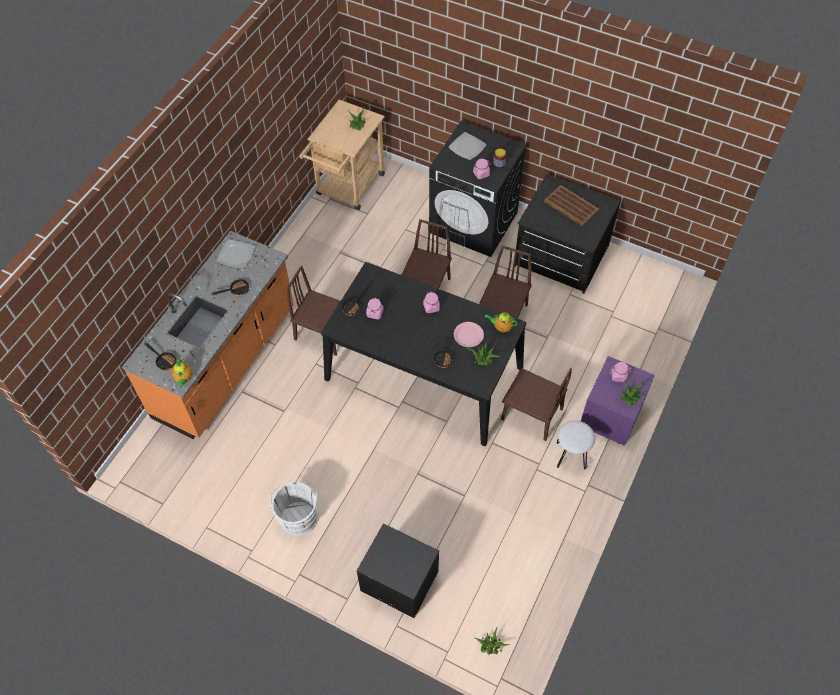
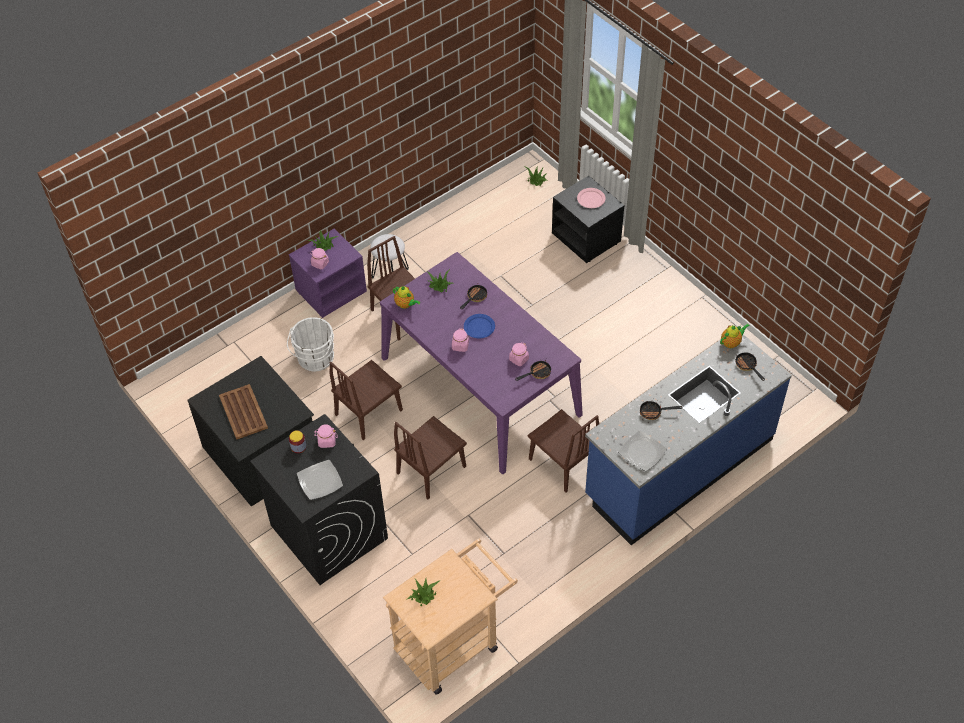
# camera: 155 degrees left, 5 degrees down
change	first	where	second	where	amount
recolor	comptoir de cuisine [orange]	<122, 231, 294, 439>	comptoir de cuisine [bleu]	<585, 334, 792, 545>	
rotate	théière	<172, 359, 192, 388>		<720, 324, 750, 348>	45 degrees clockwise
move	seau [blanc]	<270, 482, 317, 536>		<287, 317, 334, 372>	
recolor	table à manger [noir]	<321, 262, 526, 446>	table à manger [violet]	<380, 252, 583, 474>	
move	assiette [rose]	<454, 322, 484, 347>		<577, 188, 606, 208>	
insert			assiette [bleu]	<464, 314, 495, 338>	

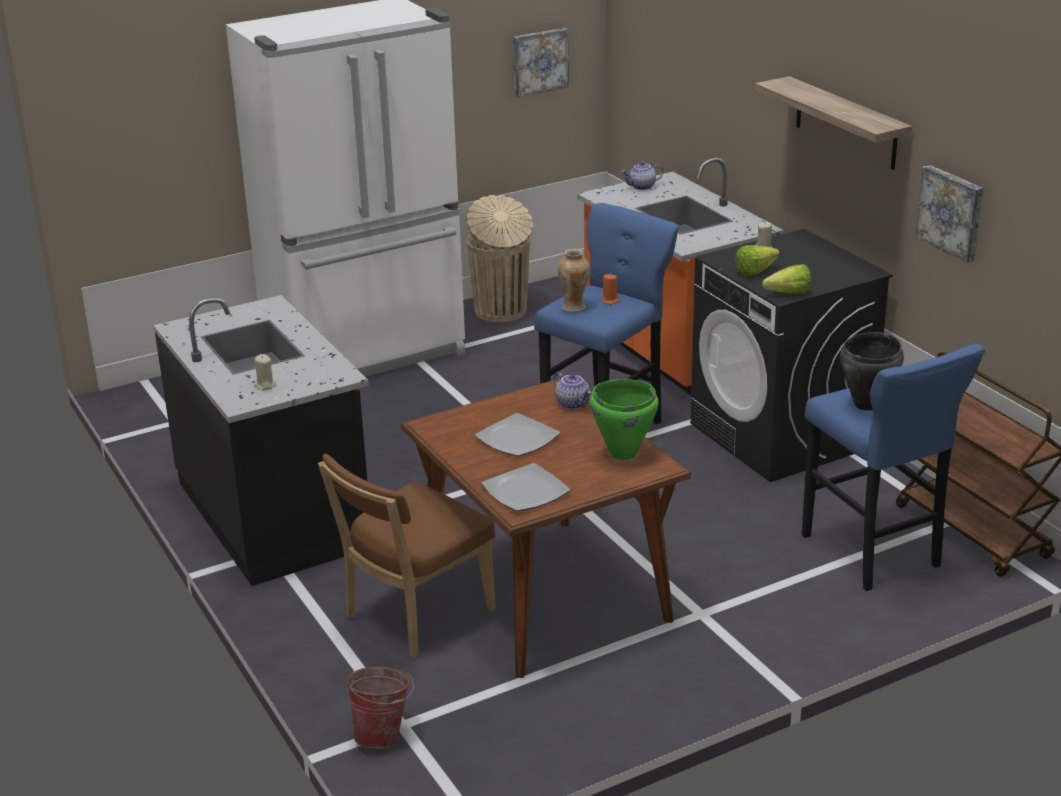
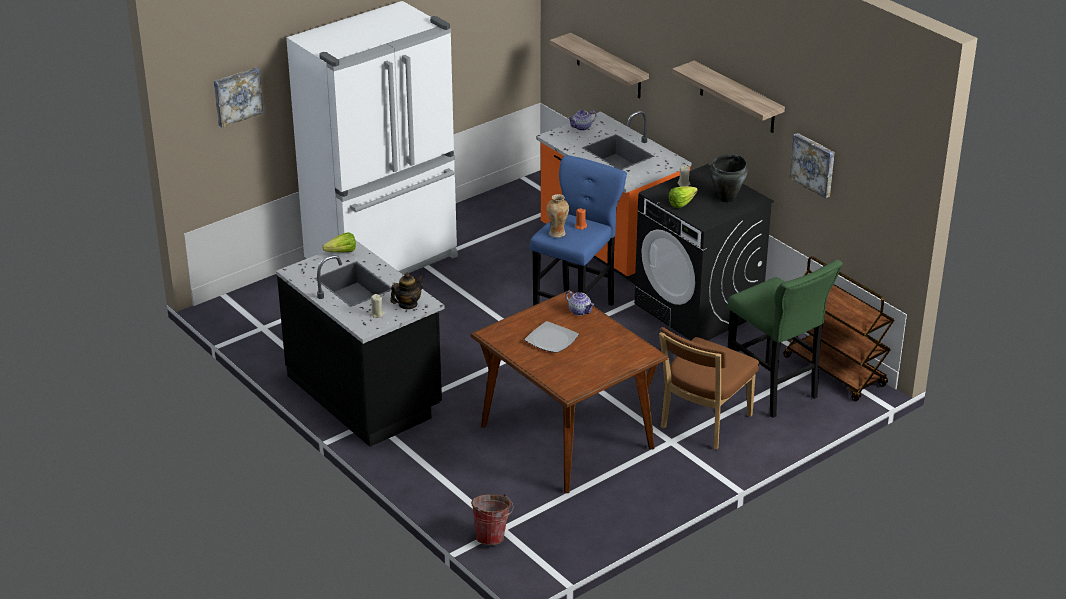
# camera: 10 degrees left, 5 degrees up
change	first	where	second	where	amount
move	chaise [marron]	<318, 454, 496, 657>		<659, 327, 759, 449>	
delete	poubelle [beige]	<466, 195, 533, 322>			
delete	assiette	<481, 463, 571, 511>			
move	tableau	<513, 28, 569, 97>		<214, 68, 263, 128>	
delete	marmite [vert]	<590, 379, 659, 460>			
move	laitue	<762, 264, 811, 294>		<322, 232, 356, 252>	
recolor	tabouret [bleu]	<802, 344, 985, 591>	tabouret [vert]	<727, 260, 843, 418>	
move	marmite [noir]	<840, 332, 904, 411>		<710, 154, 748, 203>	
insert			théière	<390, 273, 424, 309>	
insert			étagère	<550, 33, 649, 99>	

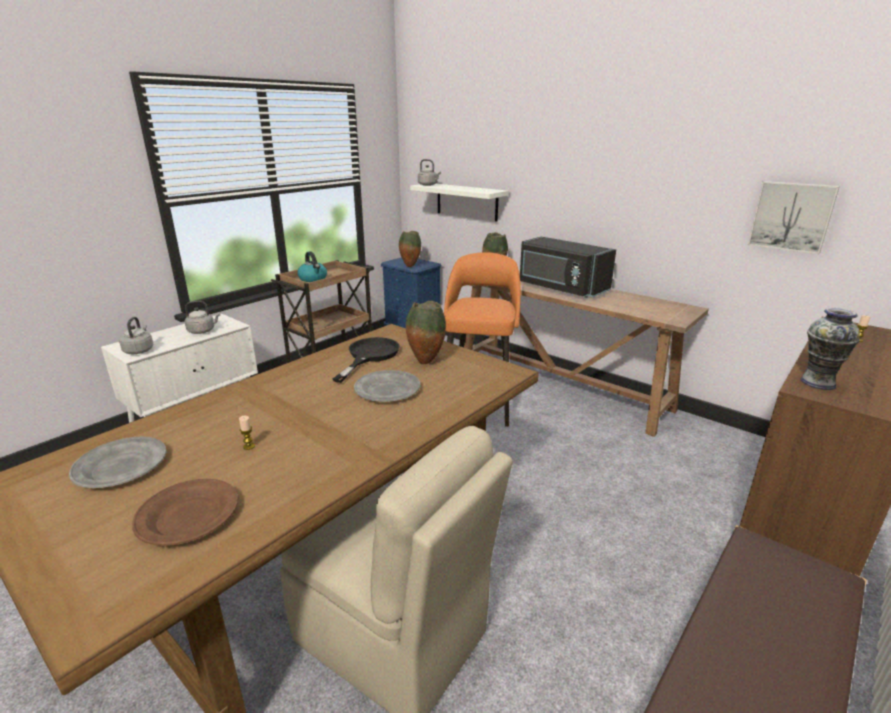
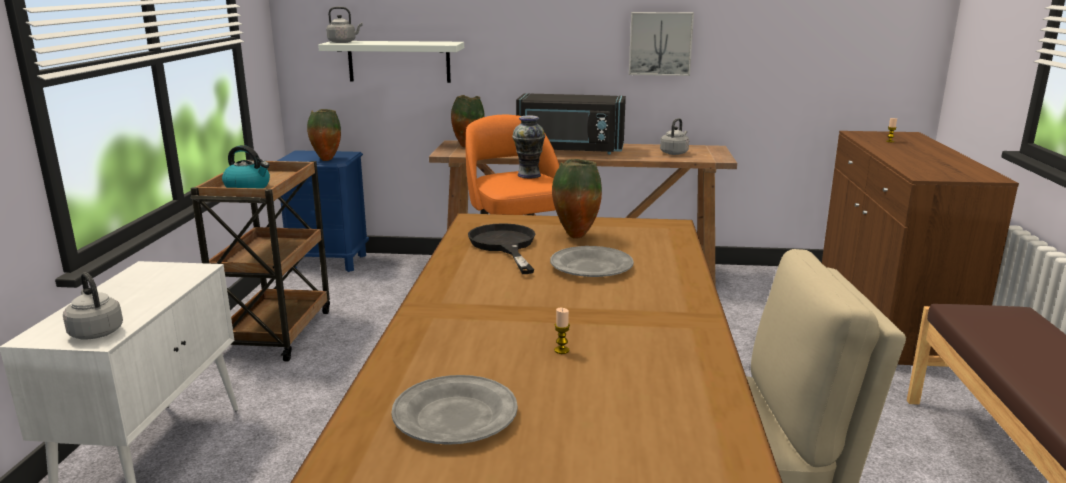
# camera: 35 degrees left, 5 degrees down
change	first	where	second	where	amount
delete	assiette [marron]	<132, 479, 238, 546>			
move	bouilloire [gris]	<185, 301, 220, 334>		<660, 118, 689, 155>	
move	tableau	<748, 181, 840, 254>		<629, 12, 694, 76>	
move	vase	<800, 307, 860, 390>		<512, 115, 545, 178>	

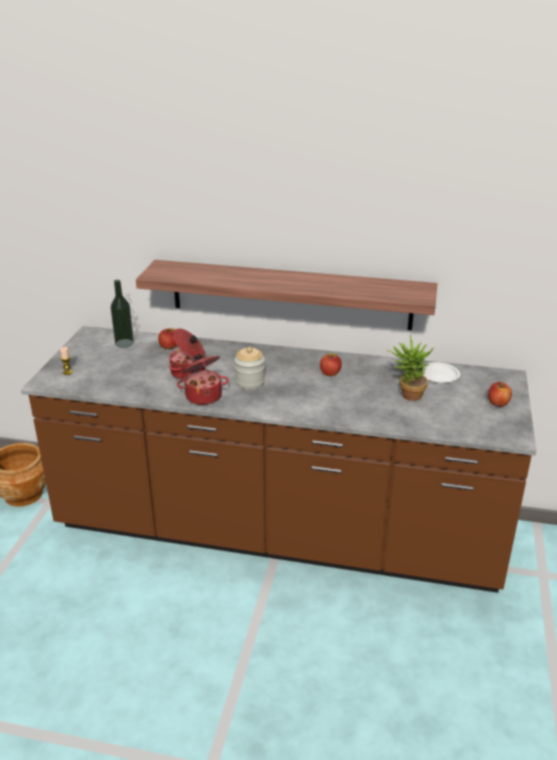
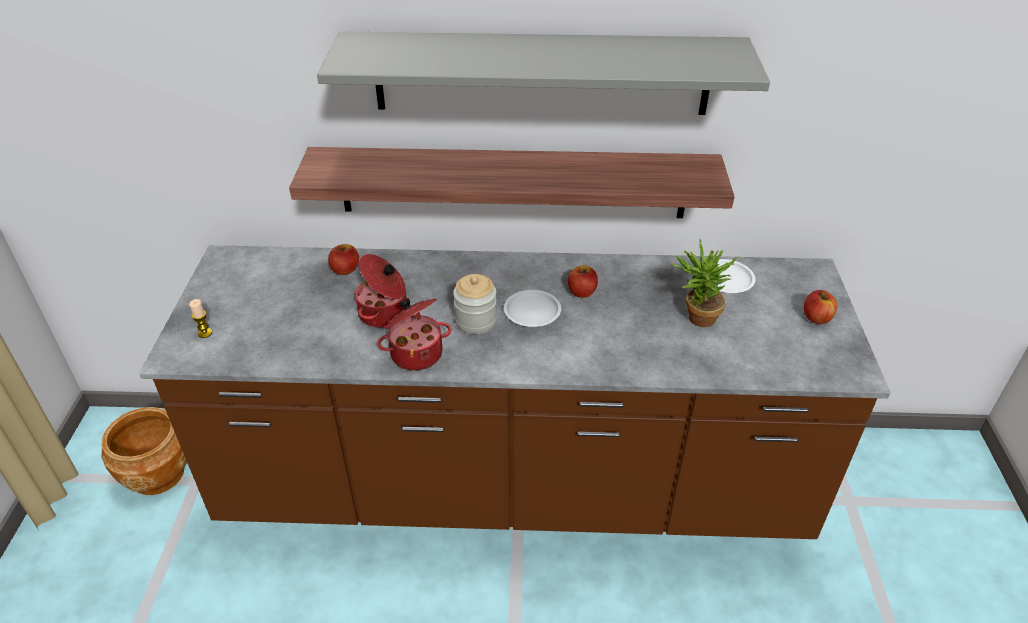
# camera: 10 degrees left, 10 degrees up
change	first	where	second	where	amount
delete	bouteille	<111, 280, 134, 348>			
insert			étagère [gris]	<317, 31, 770, 115>	
insert			assiette [blanc]	<504, 289, 561, 327>	

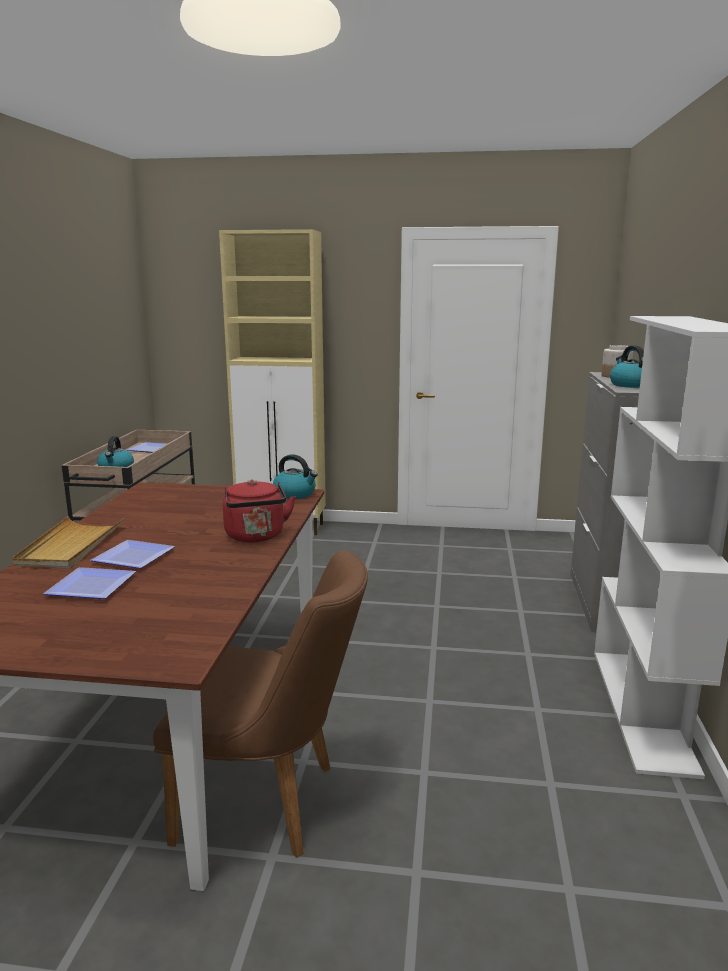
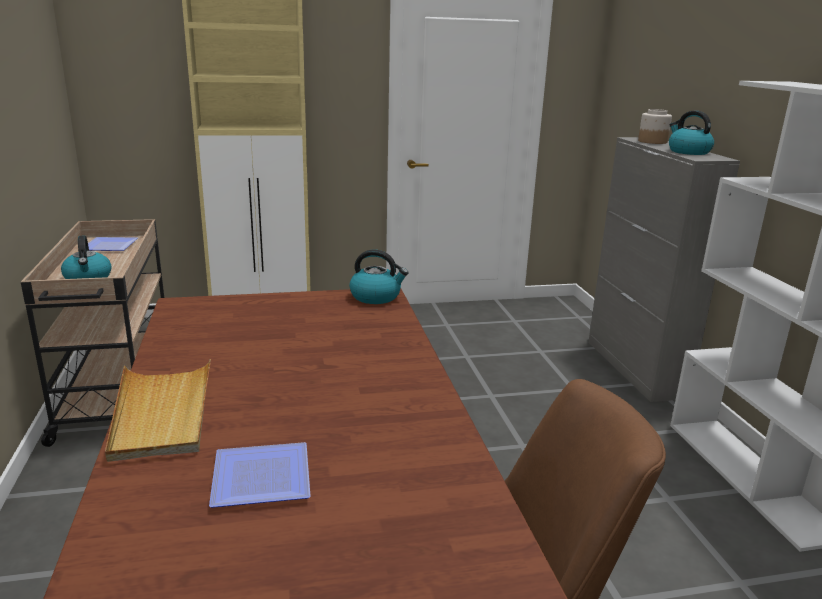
# camera: 20 degrees left, 5 degrees up
change	first	where	second	where	amount
delete	assiette	<90, 540, 175, 569>			
delete	bouilloire [rouge]	<223, 480, 296, 543>			

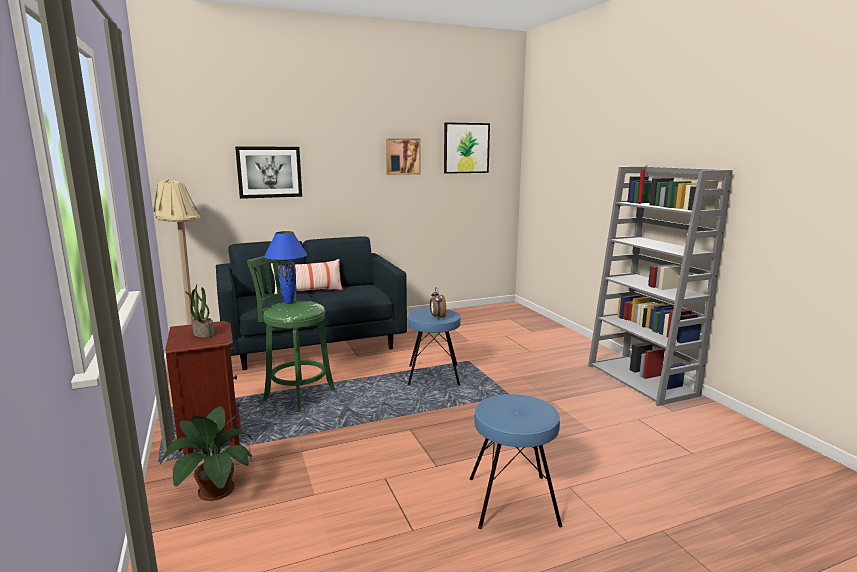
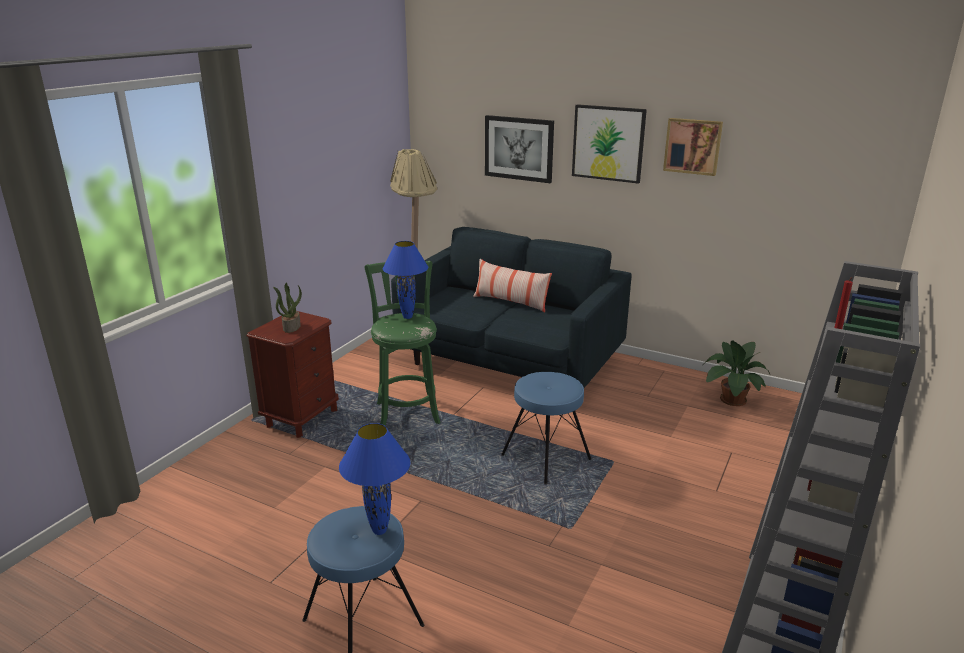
# camera: 50 degrees right, 10 degrees up
change	first	where	second	where	amount
move	plante en pot	<159, 406, 252, 501>		<705, 340, 770, 406>	
delete	réveil	<430, 287, 446, 319>			
move	tableau	<444, 122, 490, 174>		<572, 104, 647, 184>	
insert			lampe de table [bleu]	<339, 423, 410, 535>	

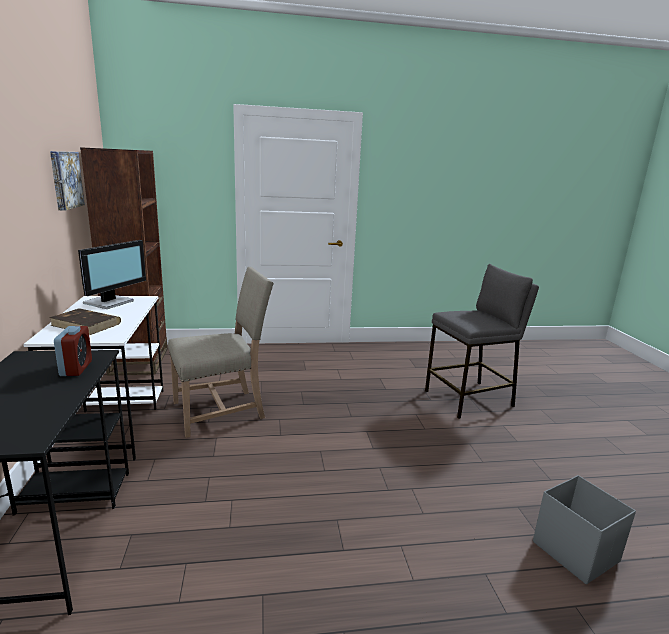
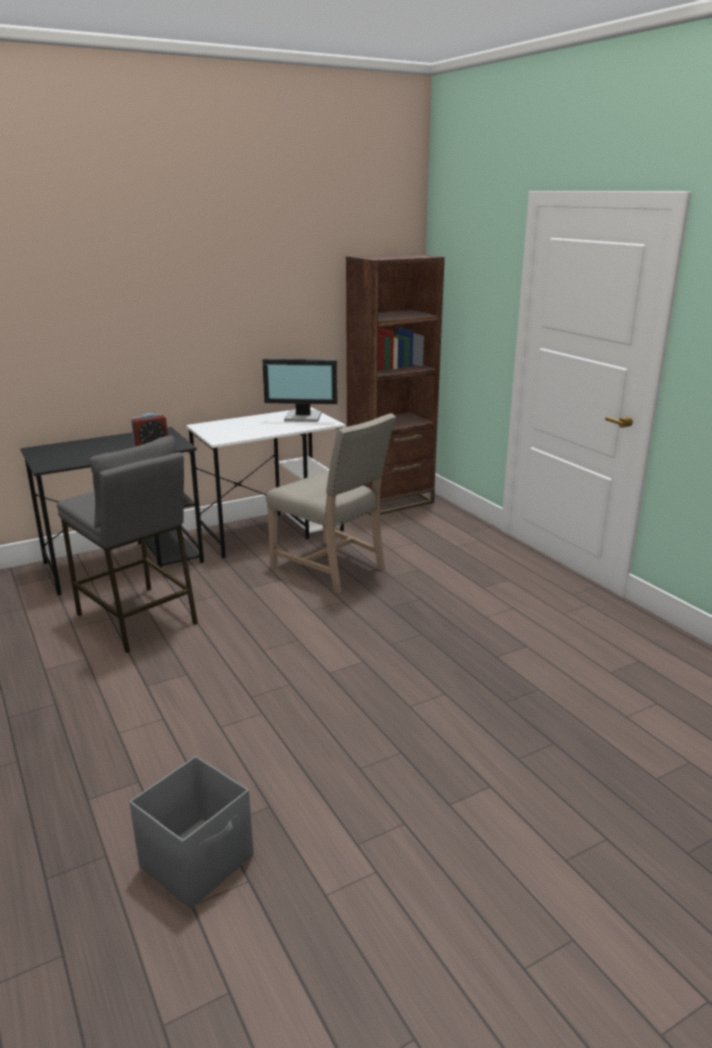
# camera: 70 degrees right, 5 degrees up
change	first	where	second	where	amount
delete	livre [marron]	<49, 308, 121, 335>			
delete	tableau	<50, 151, 85, 211>			
move	tabouret [gris]	<425, 264, 539, 419>		<57, 436, 198, 653>	

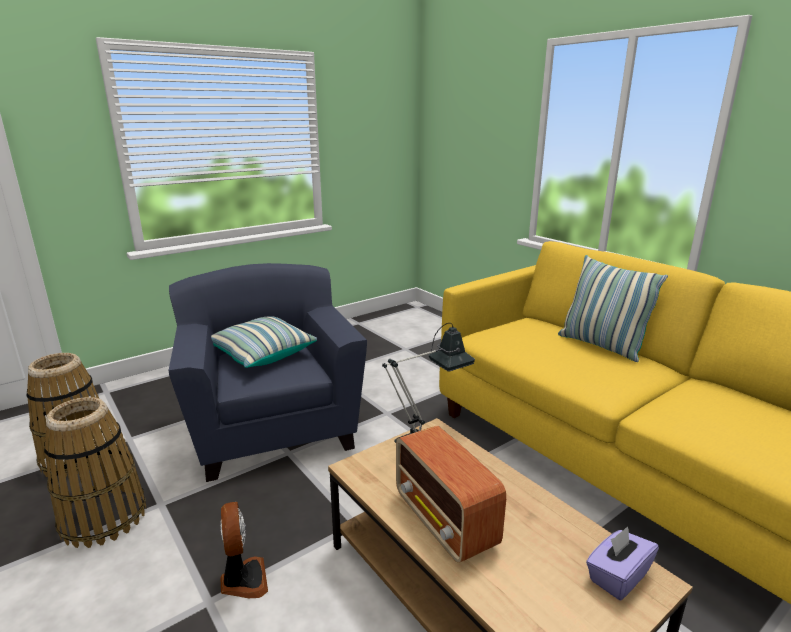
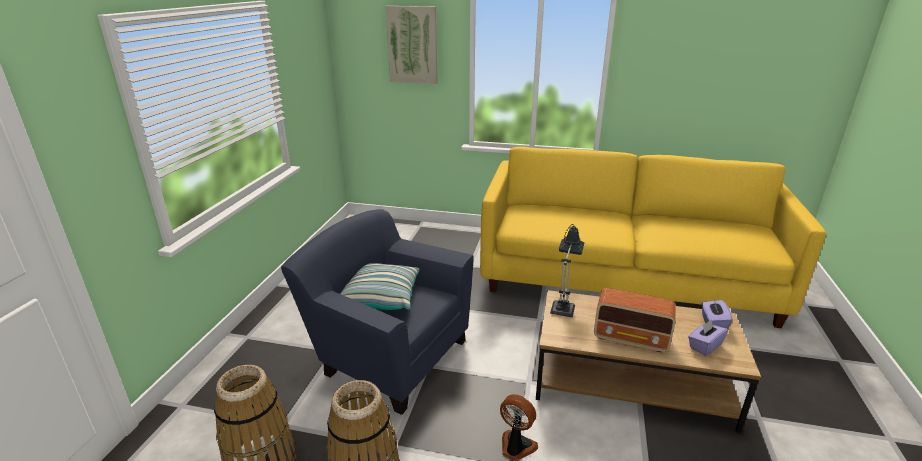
# camera: 40 degrees left, 5 degrees up
change	first	where	second	where	amount
delete	coussin	<558, 255, 668, 362>			
insert			tableau	<386, 6, 438, 84>	
insert			boîte à mouchoirs [violet]	<688, 319, 728, 356>	

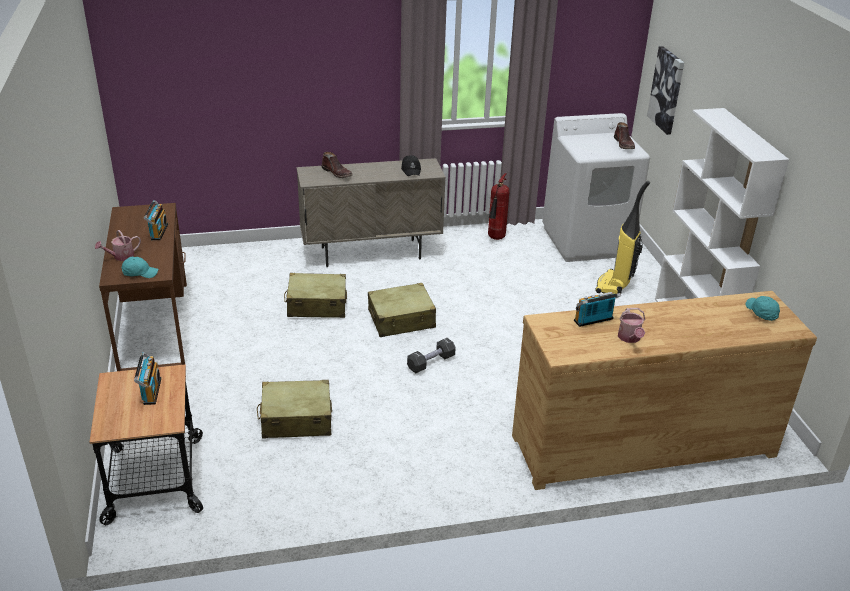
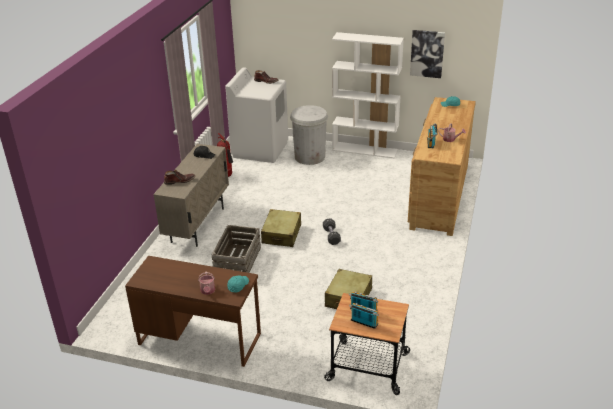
# camera: 60 degrees left, 0 degrees up
change	first	where	second	where	amount
move	radio	<144, 200, 168, 240>		<349, 303, 379, 329>	
replace	valise [beige]	<284, 273, 347, 318>	caisse	<212, 225, 261, 273>	
replace	aspirateur	<595, 180, 650, 294>	poubelle [blanc]	<290, 105, 328, 165>	
move	tableau	<647, 46, 684, 135>		<410, 30, 445, 78>	

